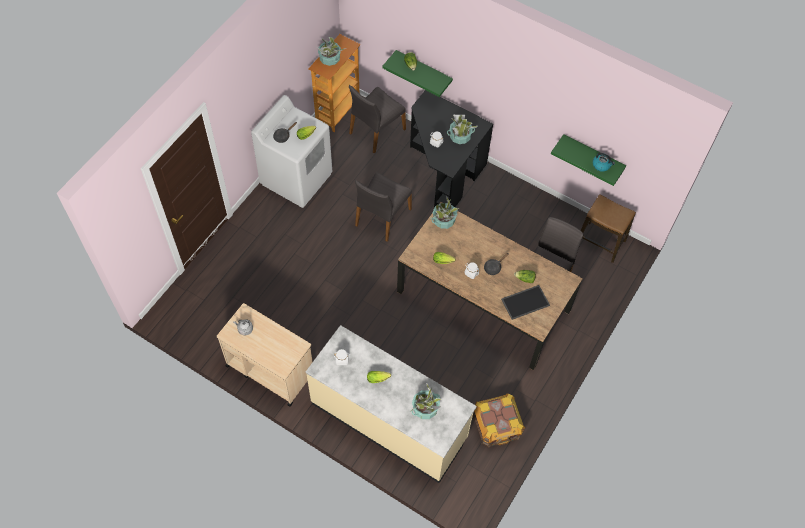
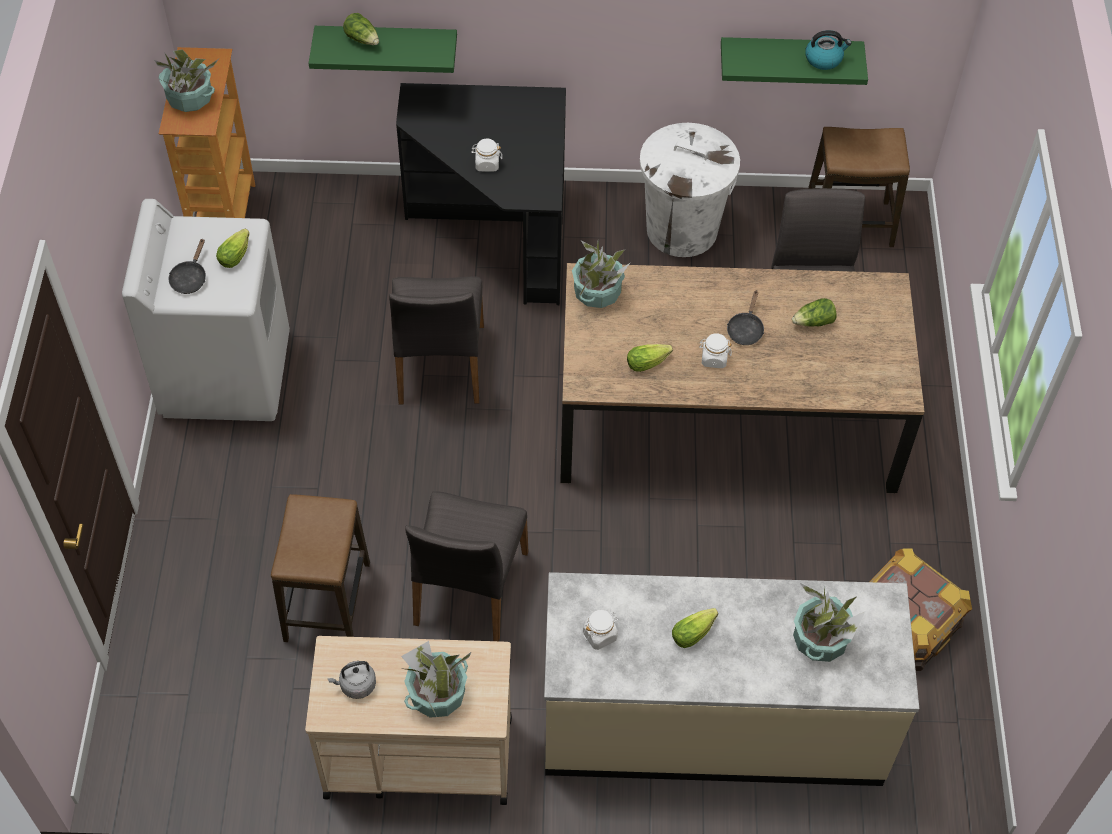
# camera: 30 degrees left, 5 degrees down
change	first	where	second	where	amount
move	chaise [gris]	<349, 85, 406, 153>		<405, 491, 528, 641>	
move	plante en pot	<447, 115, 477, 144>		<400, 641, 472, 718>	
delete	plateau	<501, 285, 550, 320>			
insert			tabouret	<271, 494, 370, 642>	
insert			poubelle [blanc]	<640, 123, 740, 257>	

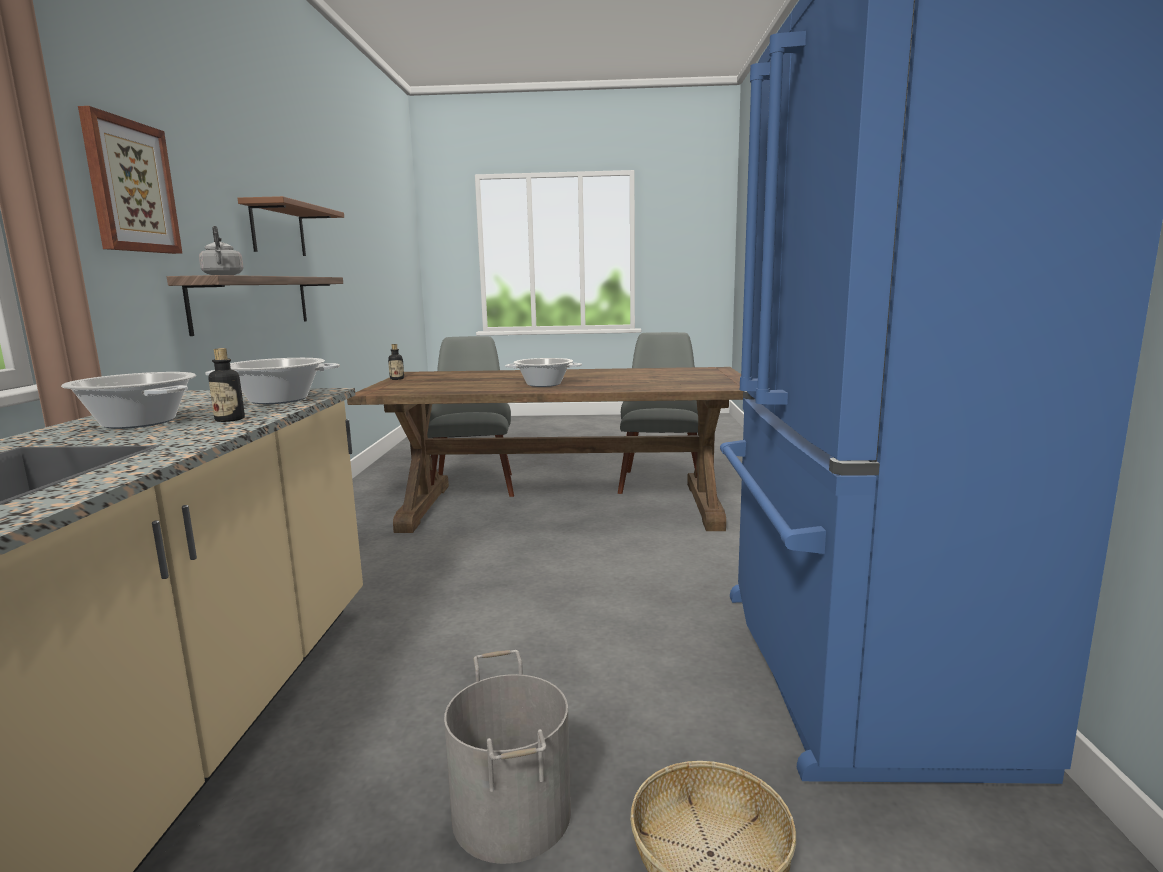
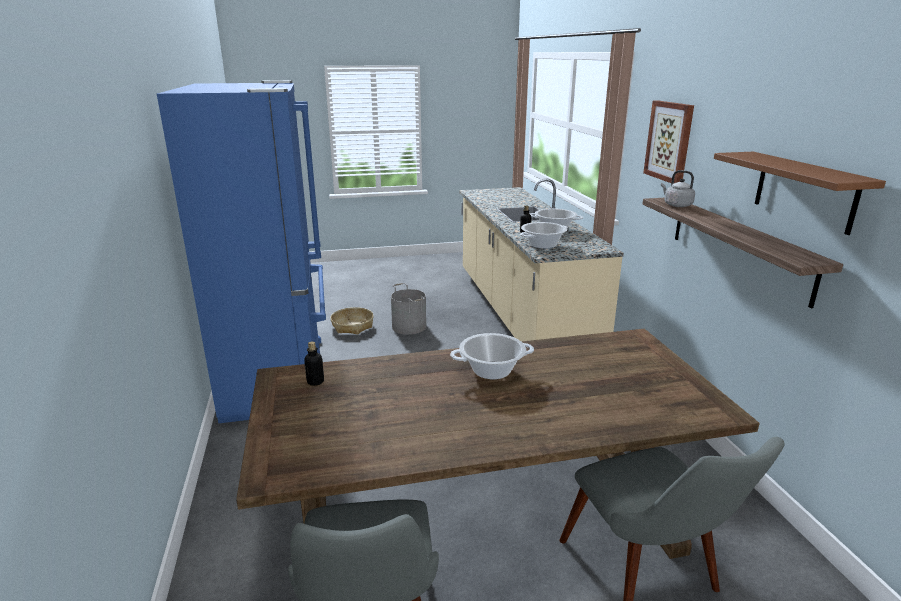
# camera: 165 degrees right, 10 degrees up
change	first	where	second	where	amount
move	bouteille	<388, 344, 404, 380>		<304, 341, 324, 386>	

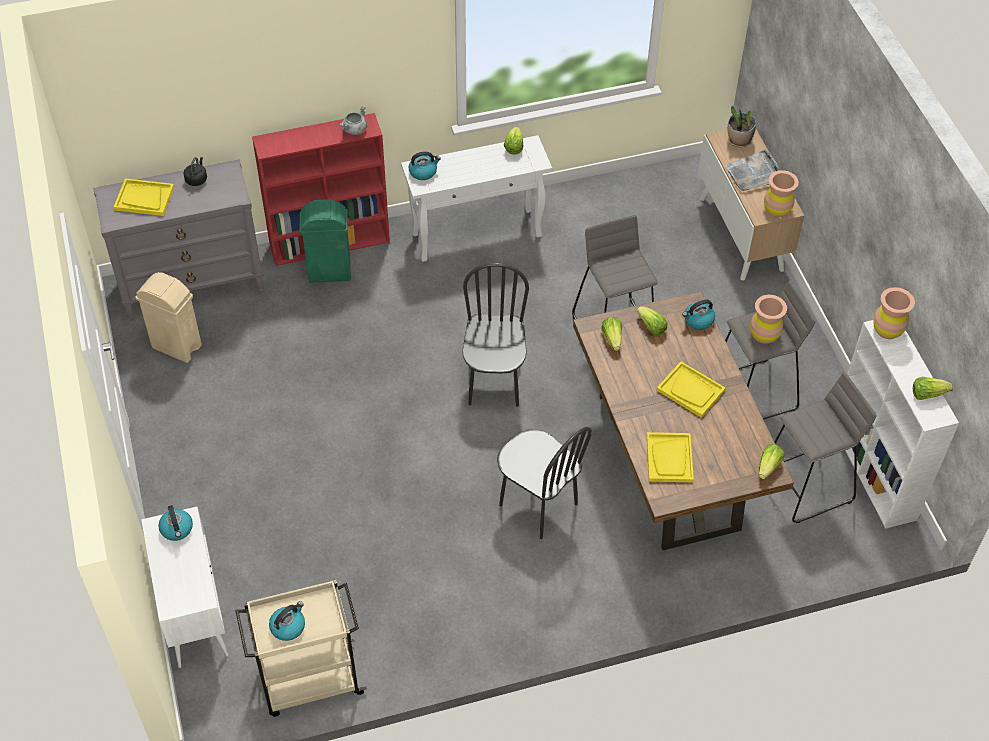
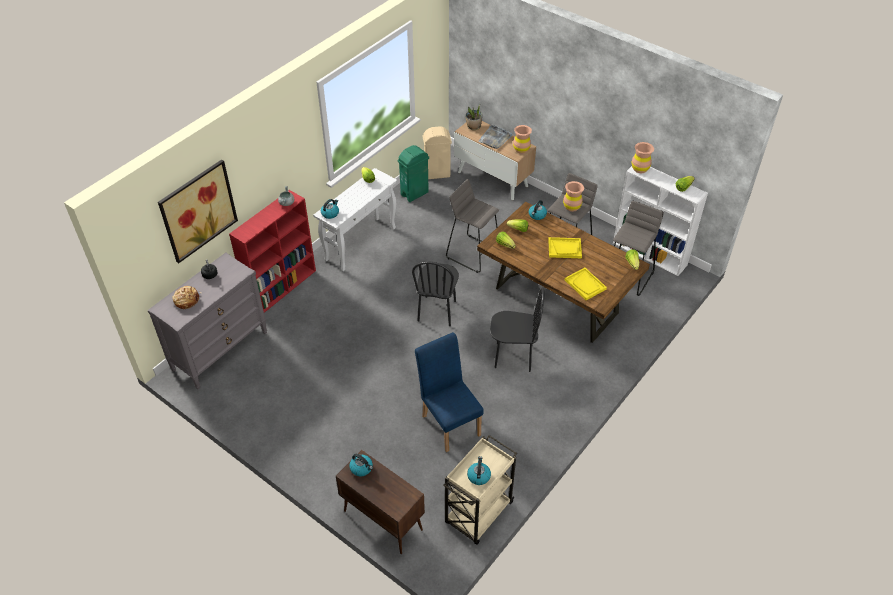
# camera: 35 degrees left, 5 degrees down
change	first	where	second	where	amount
replace	plateau [jaune]	<114, 179, 174, 216>	pain	<172, 286, 202, 309>	
move	poubelle [beige]	<135, 272, 202, 363>		<423, 126, 452, 179>	
recolor	meuble de rangement [blanc]	<141, 507, 229, 668>	meuble de rangement [marron]	<336, 450, 425, 554>	
move	poubelle [vert]	<300, 199, 351, 283>		<398, 145, 429, 202>	
rotate	chaise [noir]	<462, 263, 529, 407>		<412, 261, 459, 326>	135 degrees counterclockwise
insert			tableau	<158, 160, 238, 263>	
insert			chaise [bleu]	<415, 332, 484, 452>	

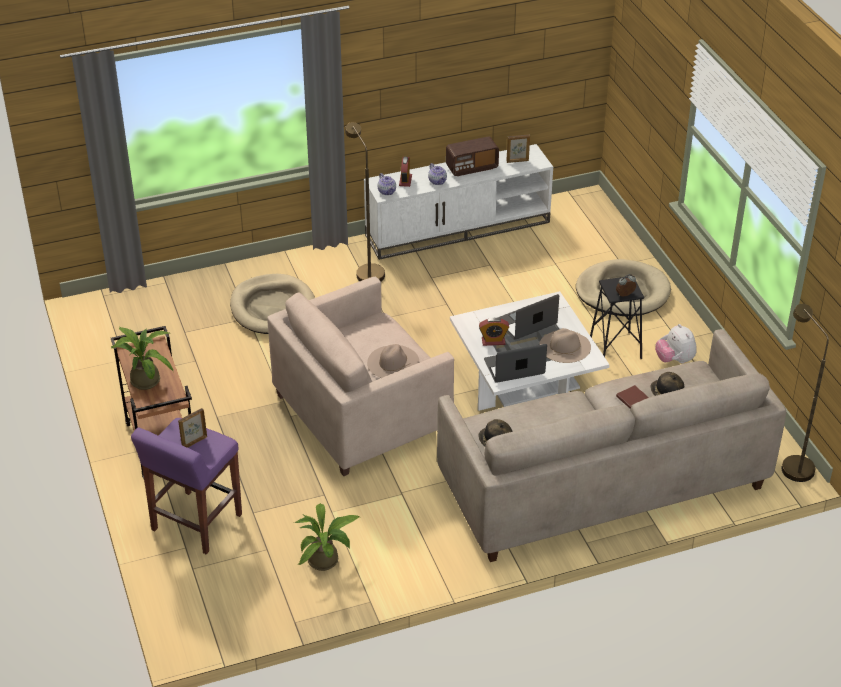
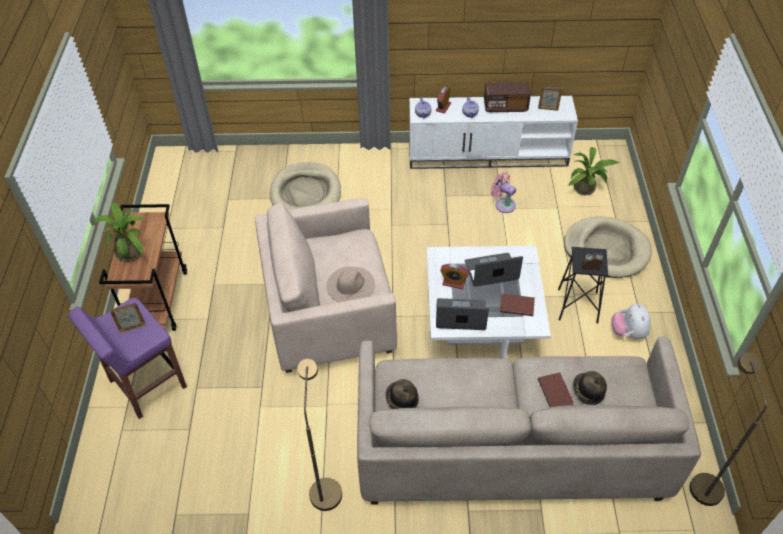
# camera: 20 degrees right, 10 degrees up
change	first	where	second	where	amount
move	plante en pot	<294, 503, 360, 571>		<567, 147, 619, 195>	
move	lampadaire [marron]	<345, 122, 385, 281>		<297, 359, 342, 511>	
replace	chapeau [beige]	<539, 328, 591, 363>	livre [marron]	<500, 294, 535, 316>	
insert			ventilateur [rose]	<491, 172, 516, 213>	

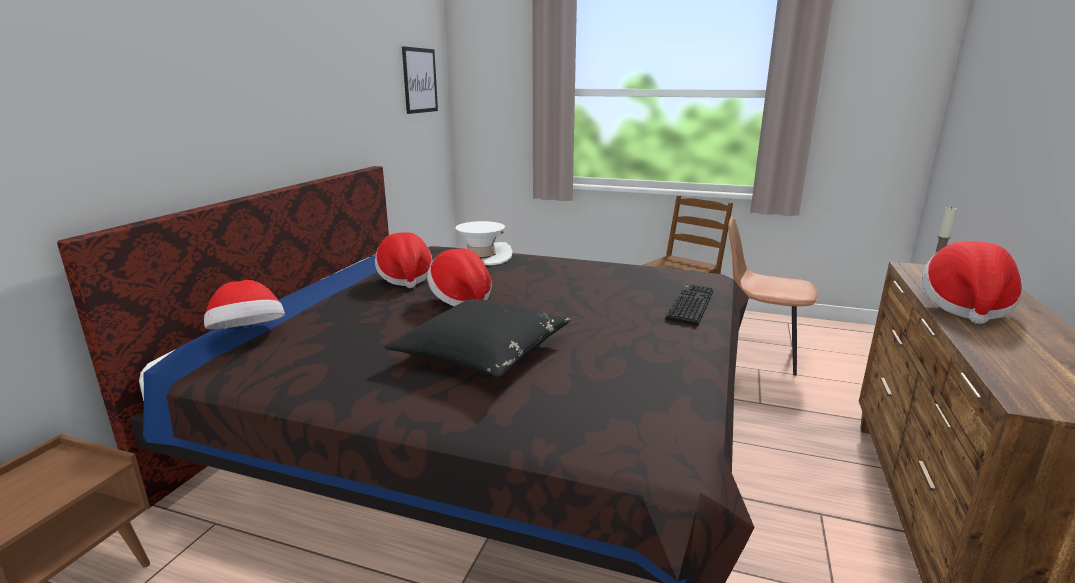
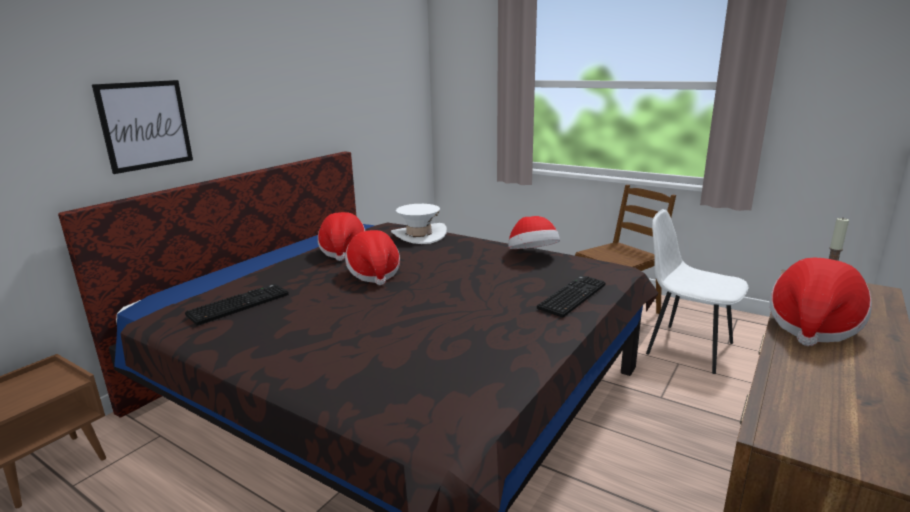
# camera: 15 degrees right, 0 degrees up
change	first	where	second	where	amount
move	chapeau	<204, 280, 285, 329>		<508, 216, 560, 249>	
delete	coussin [noir]	<385, 299, 571, 378>			
move	tableau	<402, 46, 438, 114>		<92, 80, 193, 174>	
recolor	chaise [marron]	<728, 216, 818, 375>	chaise [blanc]	<646, 209, 749, 374>	
insert			clavier	<185, 284, 289, 326>	

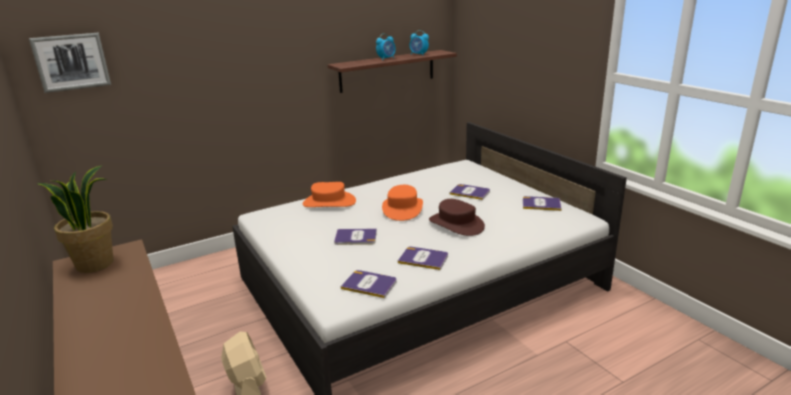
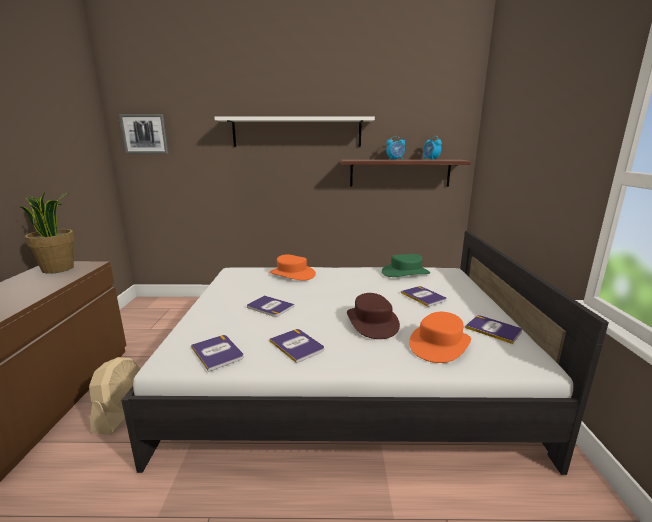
# camera: 30 degrees right, 5 degrees down
change	first	where	second	where	amount
move	chapeau [orange]	<382, 185, 423, 221>		<409, 312, 471, 363>	
insert			étagère [blanc]	<214, 116, 375, 147>	
insert			chapeau [vert]	<382, 254, 430, 277>	

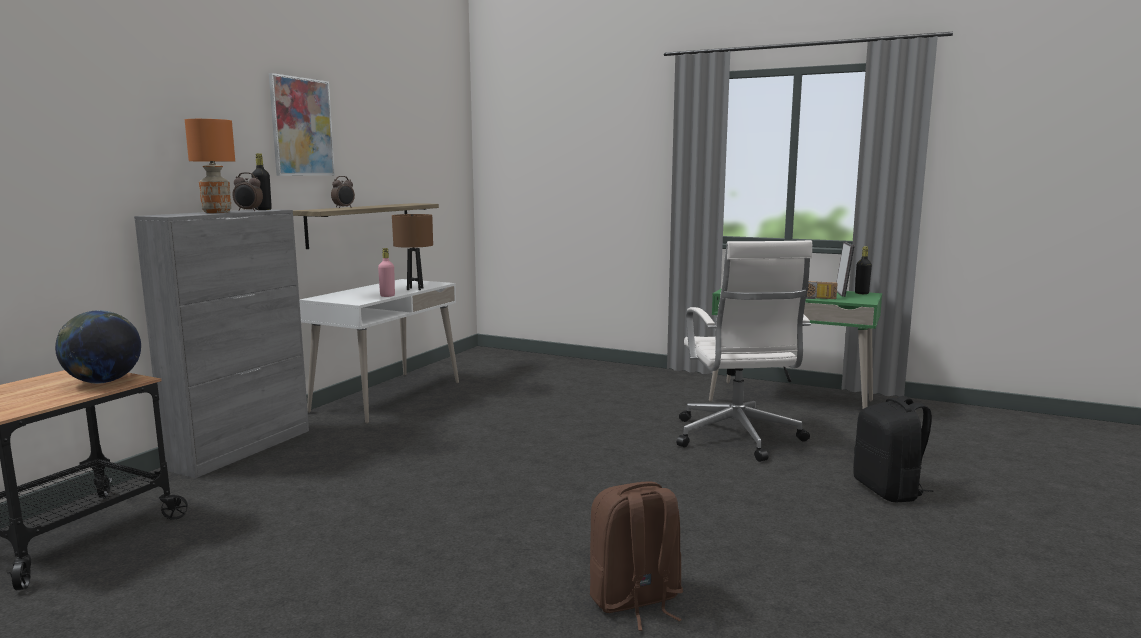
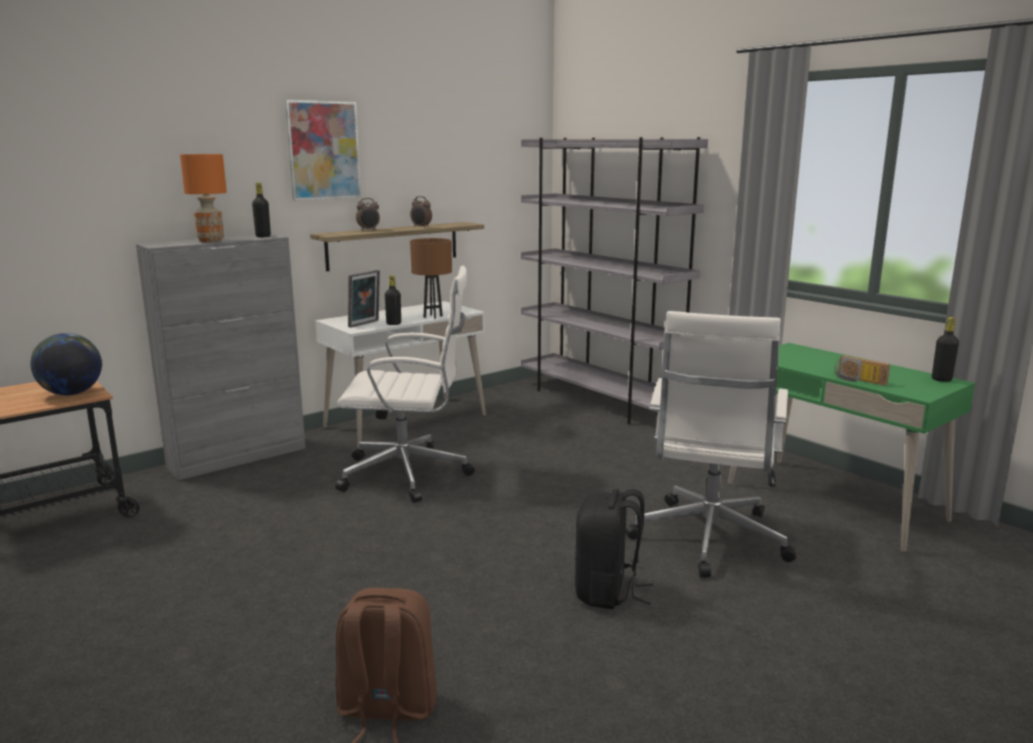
# camera: 25 degrees right, 5 degrees up
change	first	where	second	where	amount
move	réveil	<233, 172, 263, 211>		<410, 196, 432, 228>	
recolor	bouteille [rose]	<378, 248, 395, 297>	bouteille [noir]	<385, 275, 401, 325>	
move	cadre photo	<836, 242, 855, 297>		<348, 270, 380, 328>	
move	sac à dos [noir]	<853, 396, 934, 503>		<575, 489, 653, 609>	
insert			chaise de bureau [blanc]	<335, 266, 475, 503>	
insert			bibliothèque [gris]	<521, 137, 708, 424>	

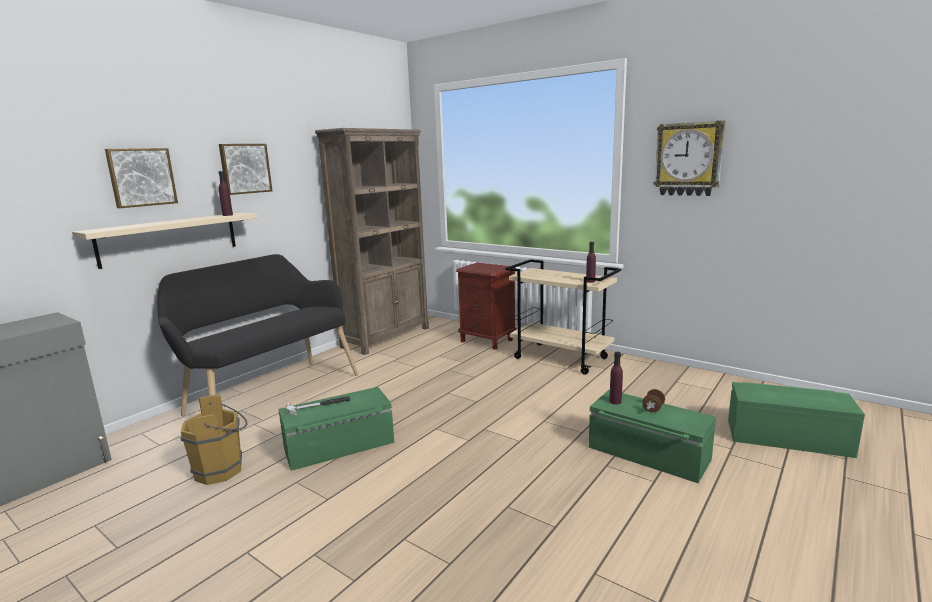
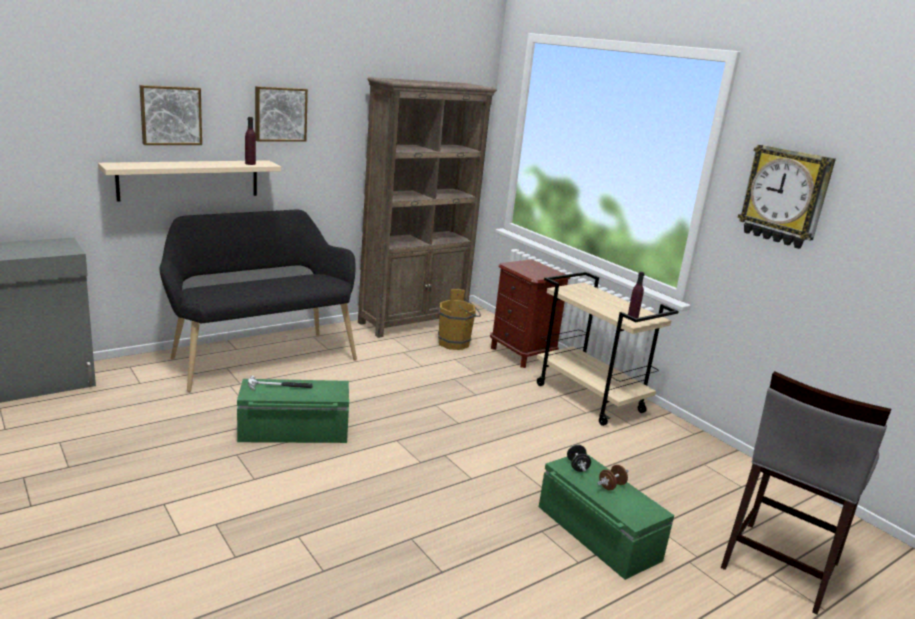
# camera: 15 degrees right, 5 degrees up
change	first	where	second	where	amount
move	seau [marron]	<181, 395, 248, 485>		<438, 289, 481, 350>	
replace	bouteille [violet]	<609, 352, 623, 405>	haltère [noir]	<567, 445, 591, 472>	
replace	boîte de rangement [vert]	<728, 382, 865, 458>	tabouret [gris]	<721, 371, 891, 614>	

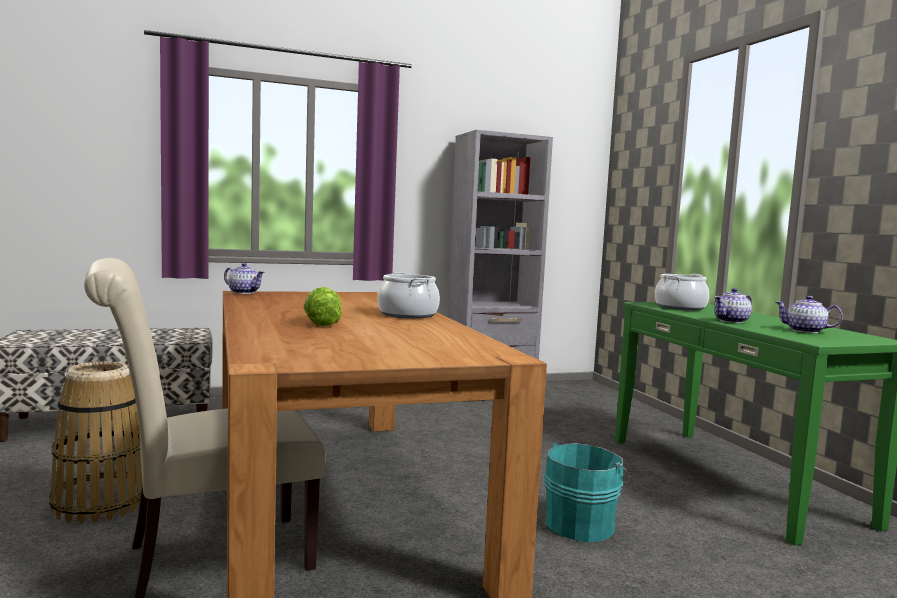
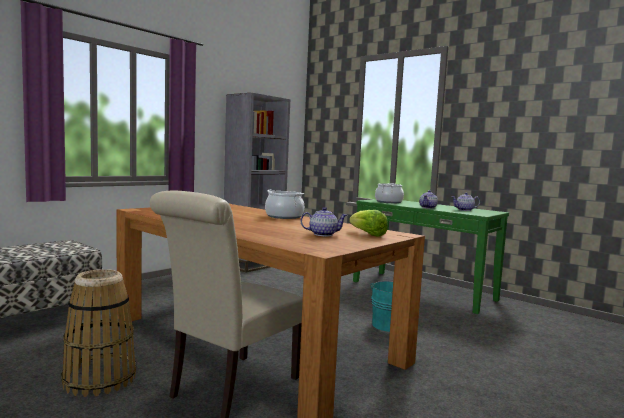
# camera: 30 degrees left, 0 degrees up
change	first	where	second	where	amount
move	théière	<224, 263, 265, 294>		<300, 207, 347, 236>	
move	laitue	<303, 287, 342, 326>		<349, 210, 387, 237>	

